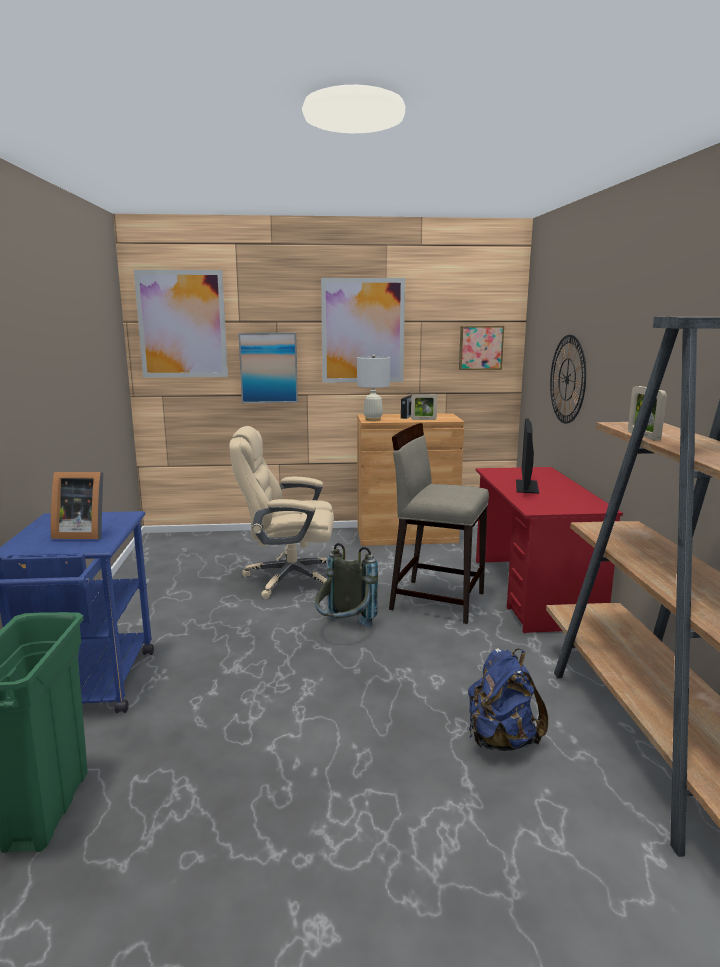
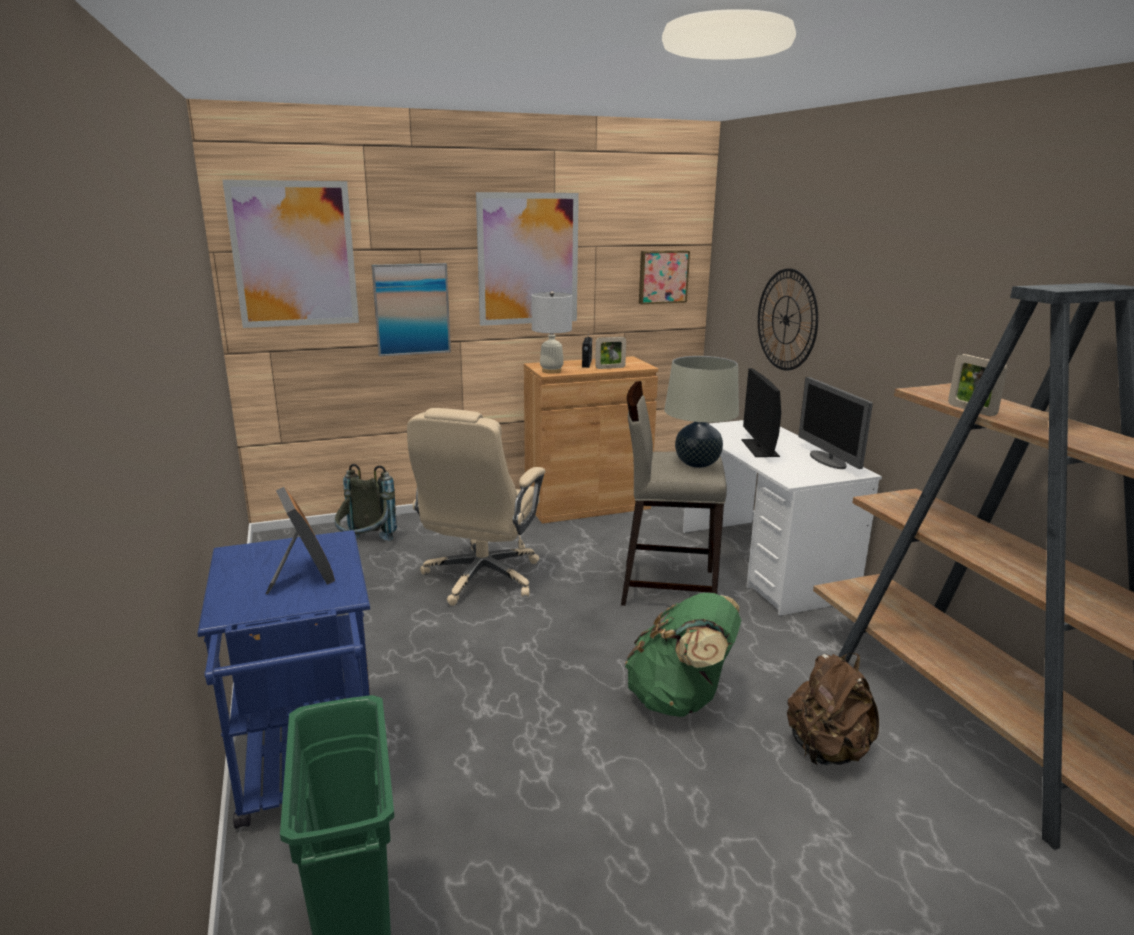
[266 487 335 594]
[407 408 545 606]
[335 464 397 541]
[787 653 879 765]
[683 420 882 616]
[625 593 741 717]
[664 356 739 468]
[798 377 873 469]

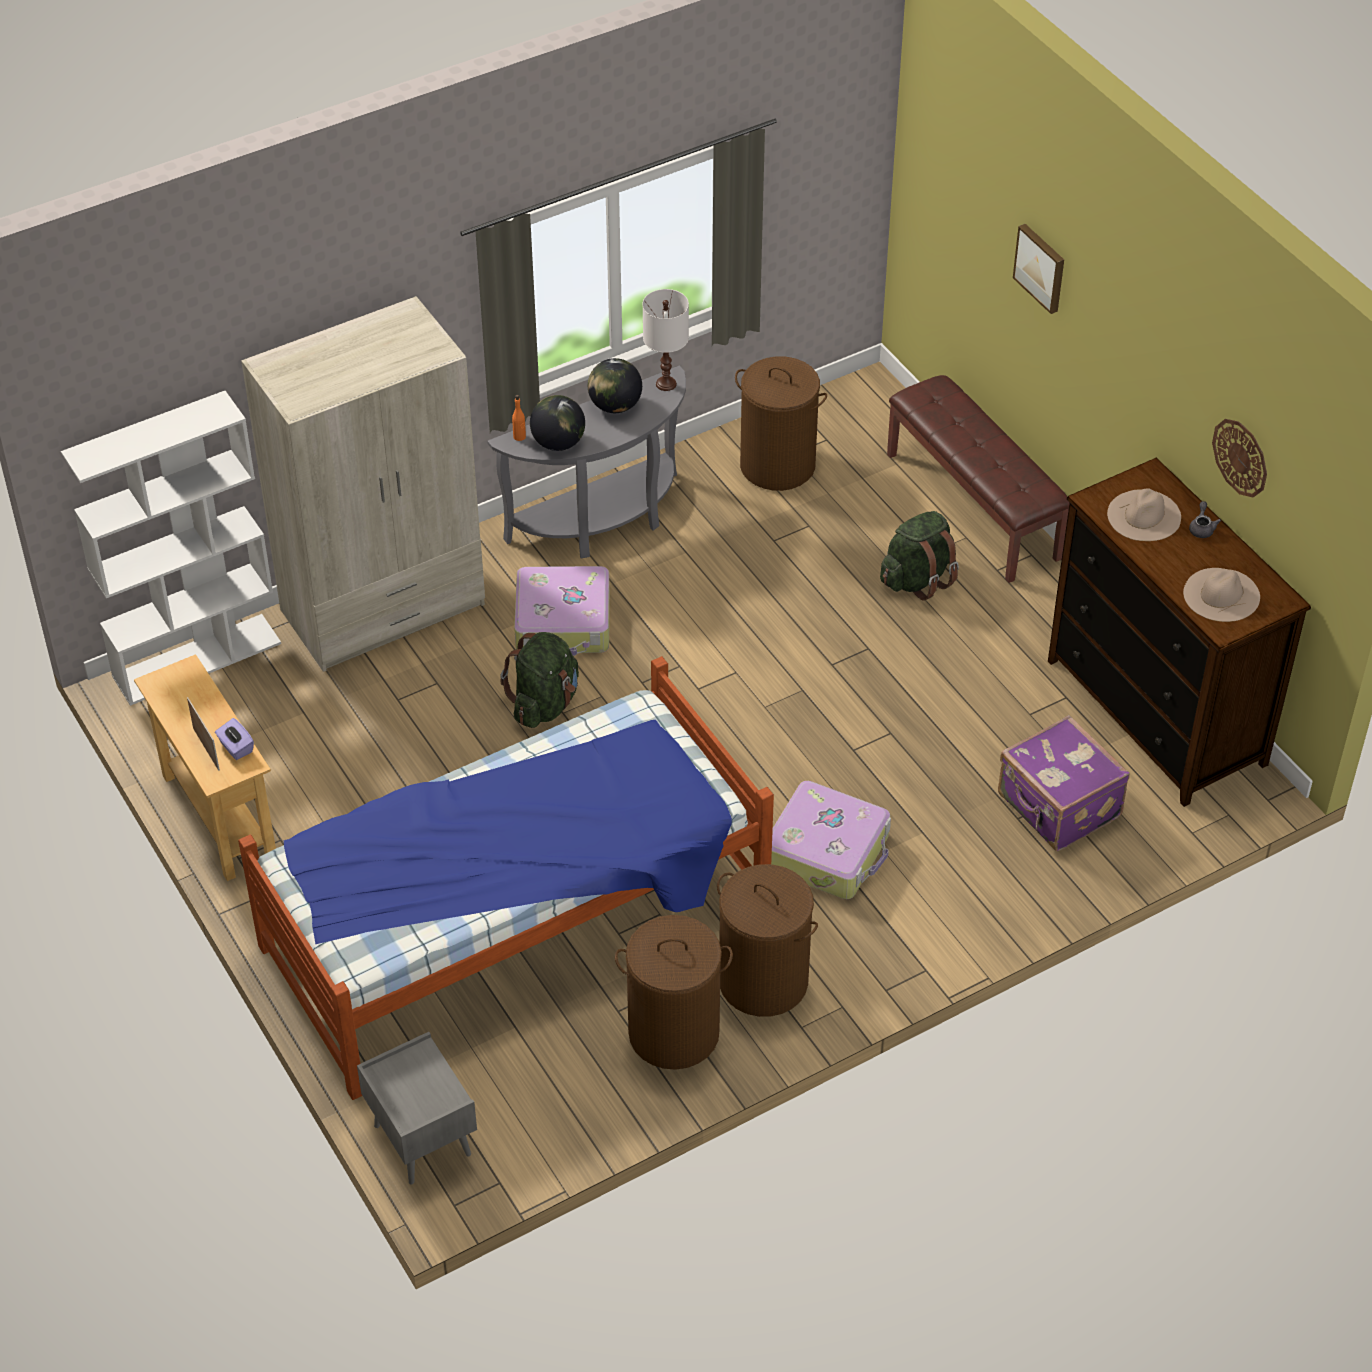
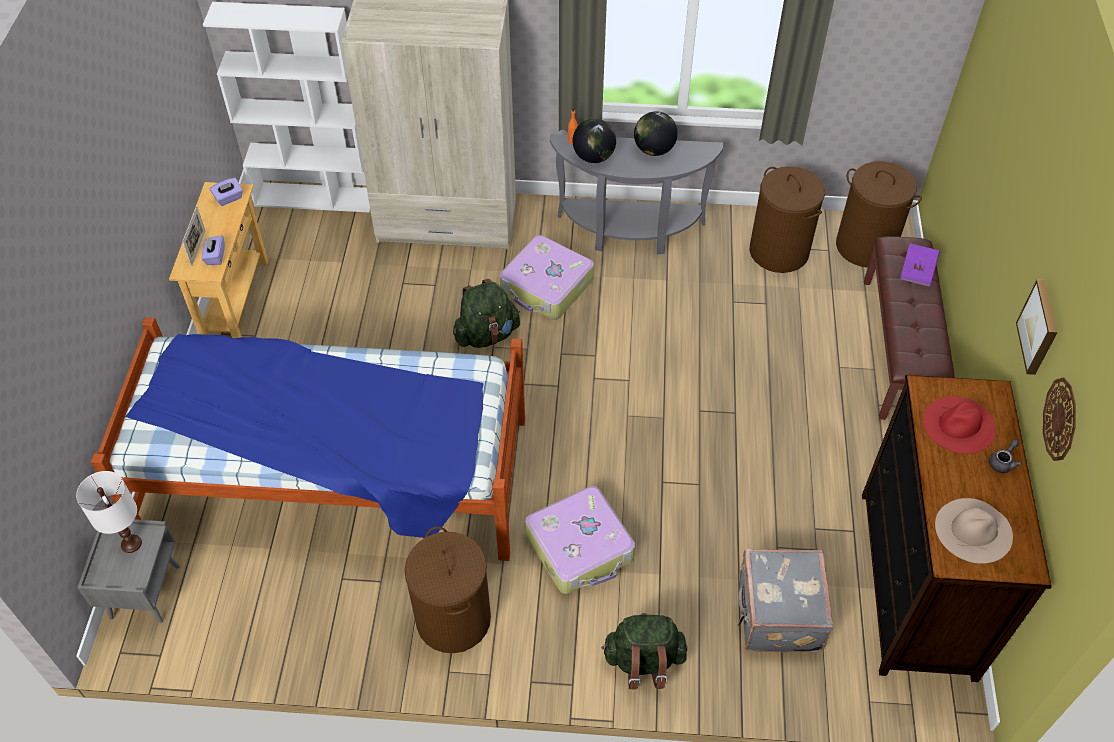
[836 161 922 267]
[76 471 142 553]
[602 613 688 690]
[737 549 833 653]
[1016 280 1058 375]
[923 396 996 454]
[210 178 243 206]
[900 243 940 287]

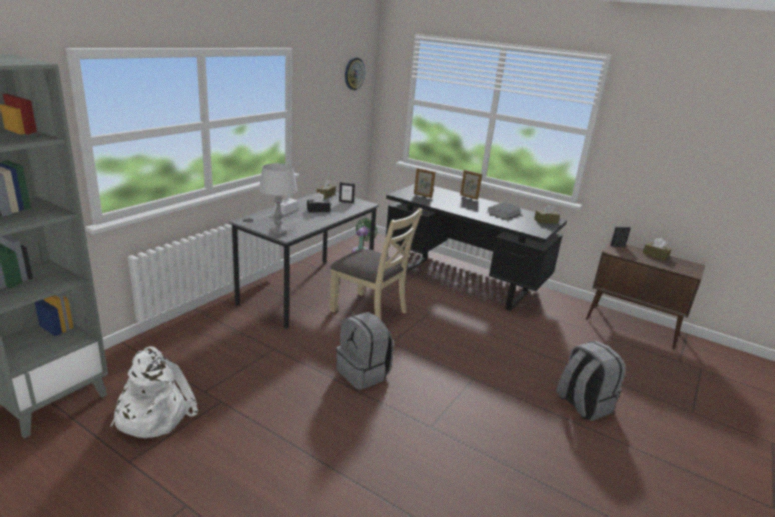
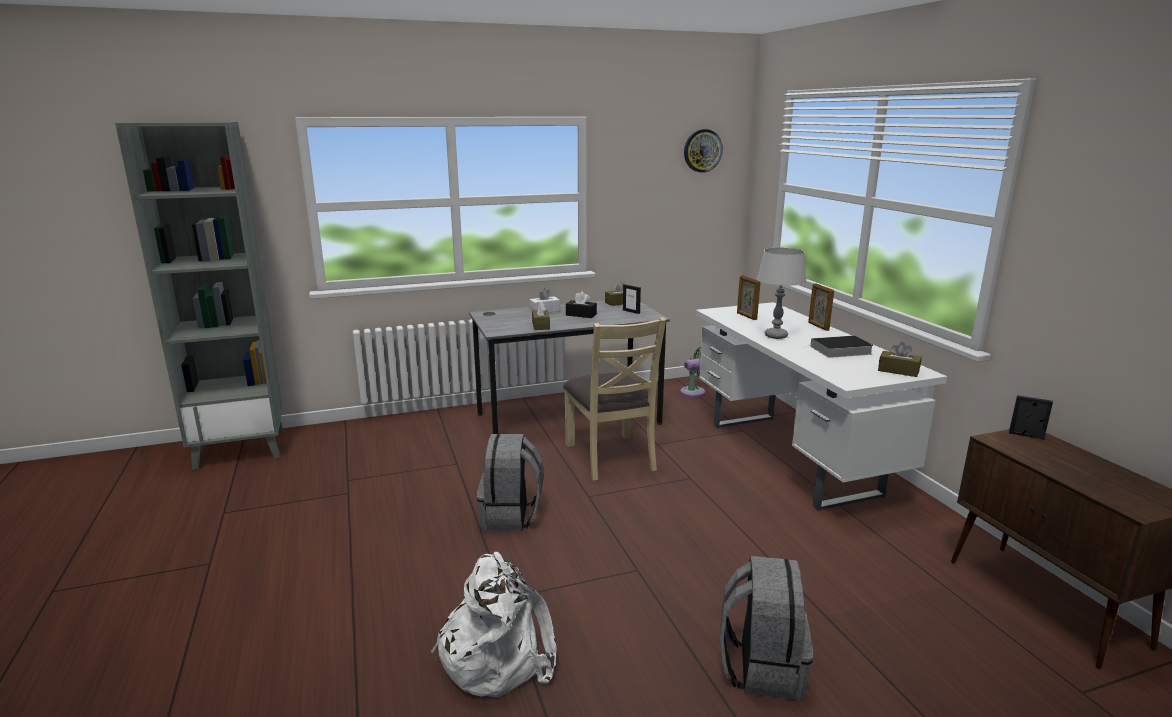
[431 552 557 697]
[757 248 807 339]
[696 302 947 511]
[532 301 550 330]

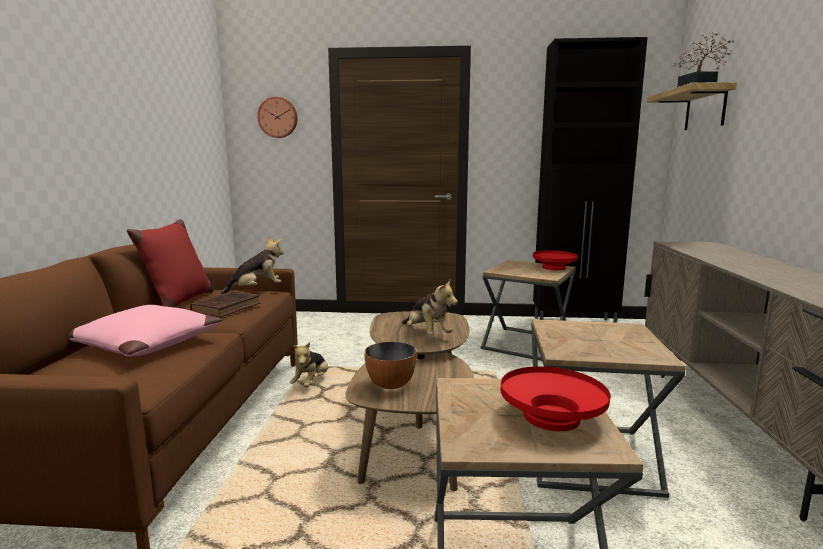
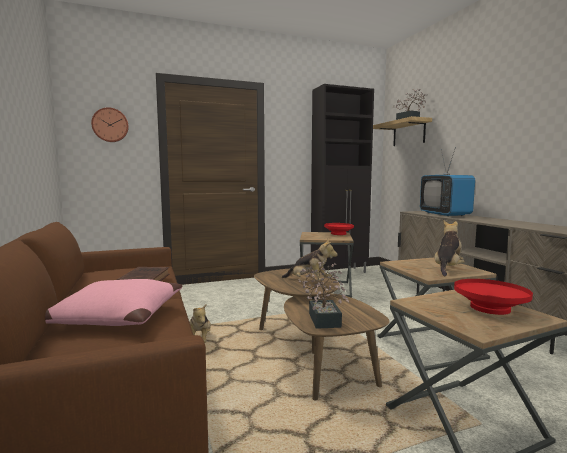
[127 219 214 308] (first image)
[434 220 465 276]
[298 261 349 329]
[420 147 475 217]

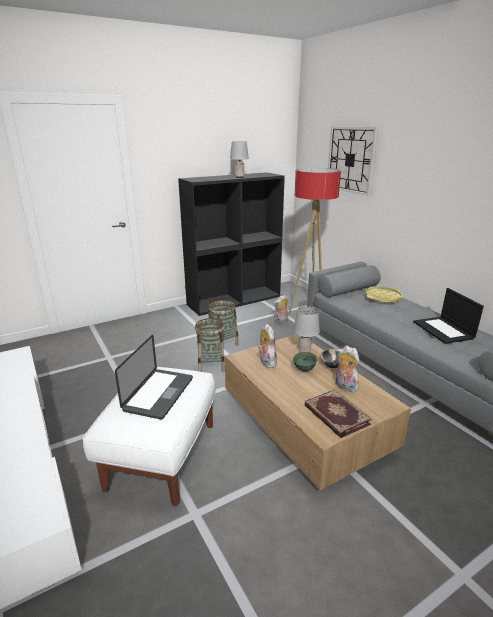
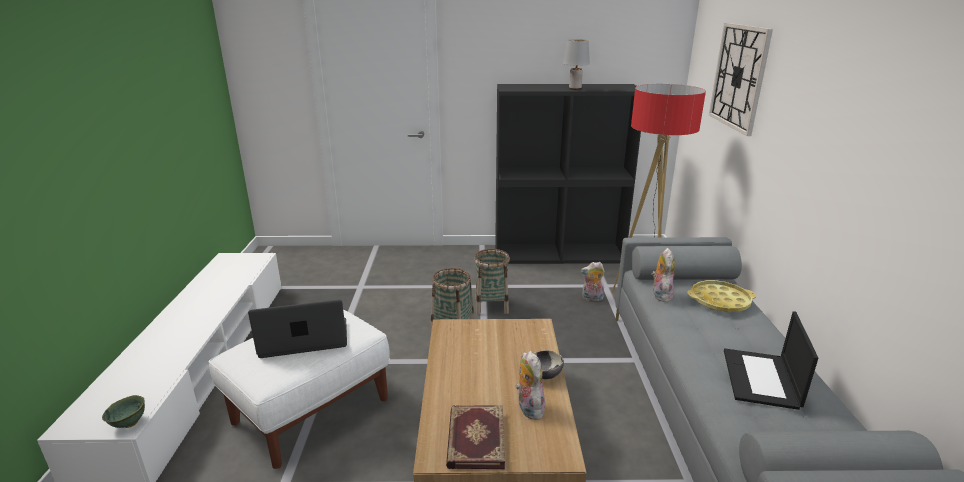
[248 300 347 358]
[652 248 675 302]
[293 306 320 353] (first image)
[102 395 145 428]

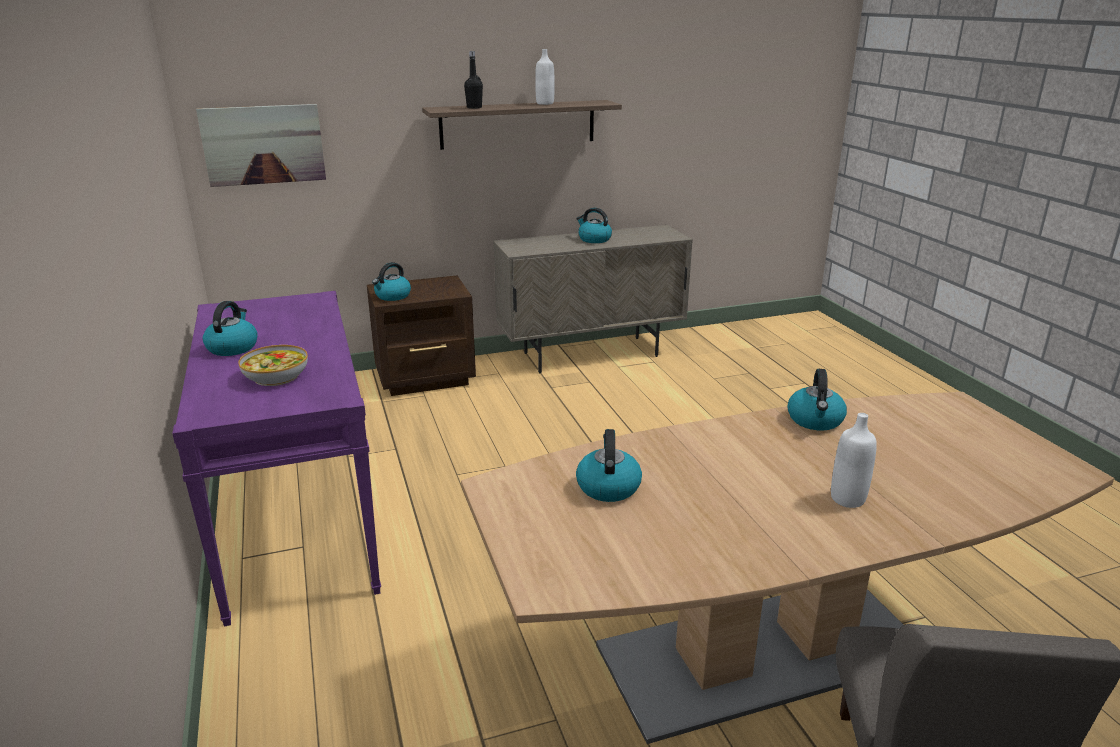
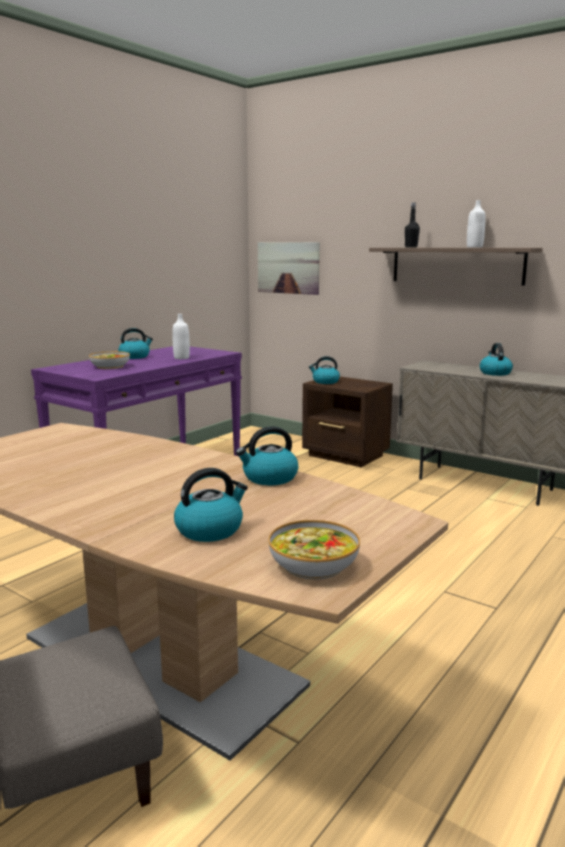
[174 468 248 542]
[172 314 190 359]
[268 520 360 580]

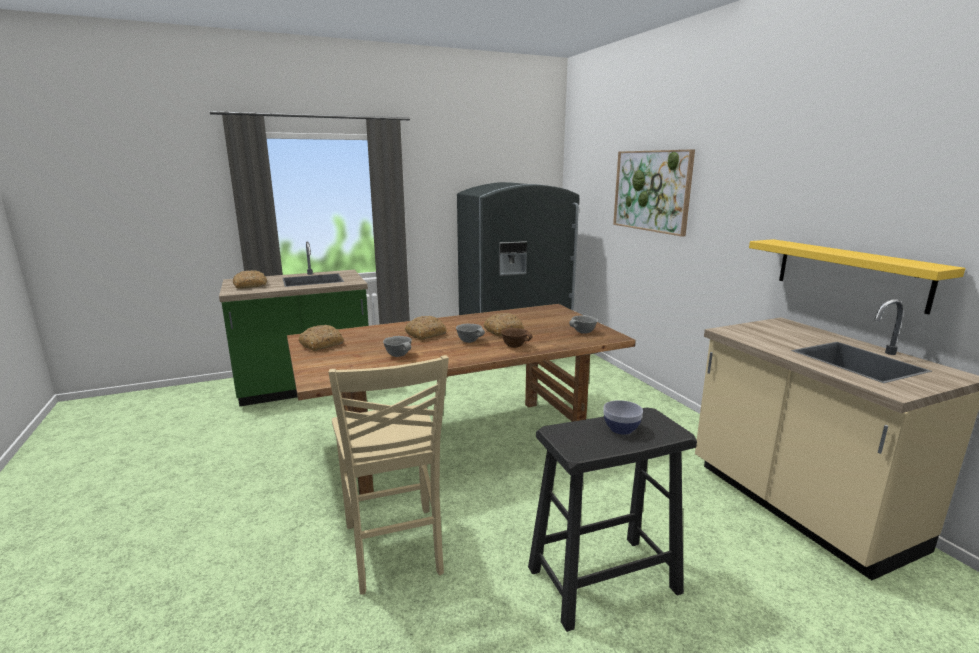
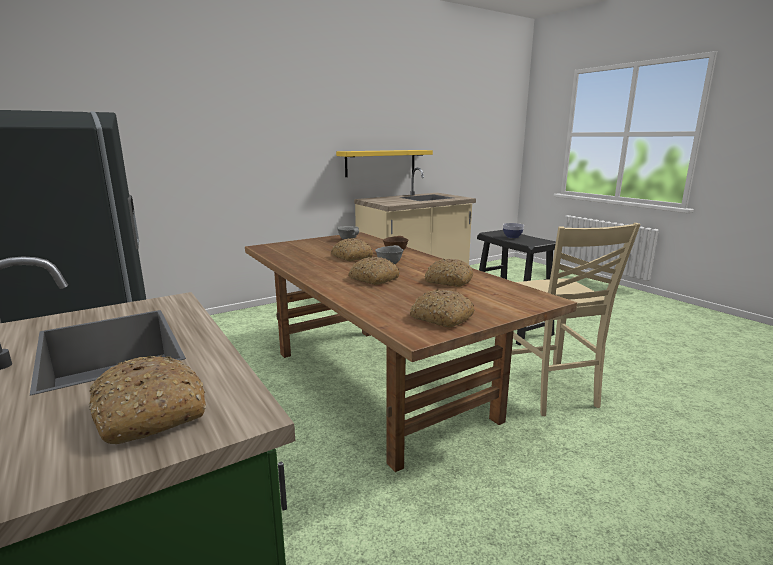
[512 223 640 416]
[425 259 474 287]
[613 149 695 237] (first image)

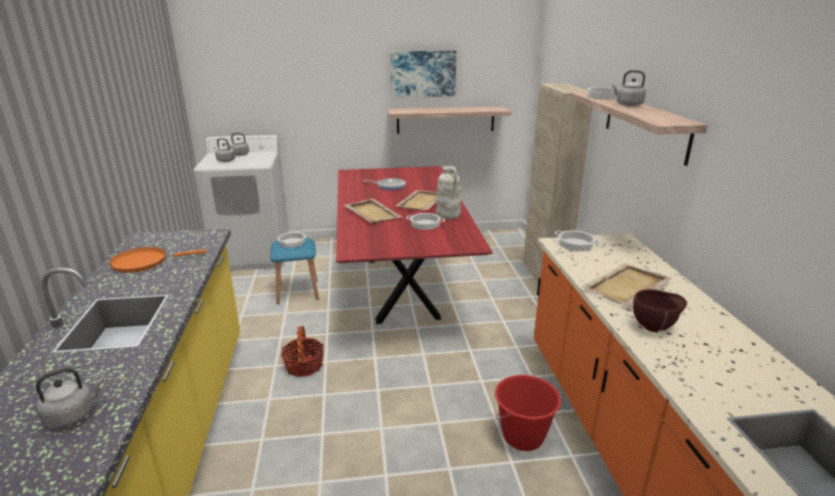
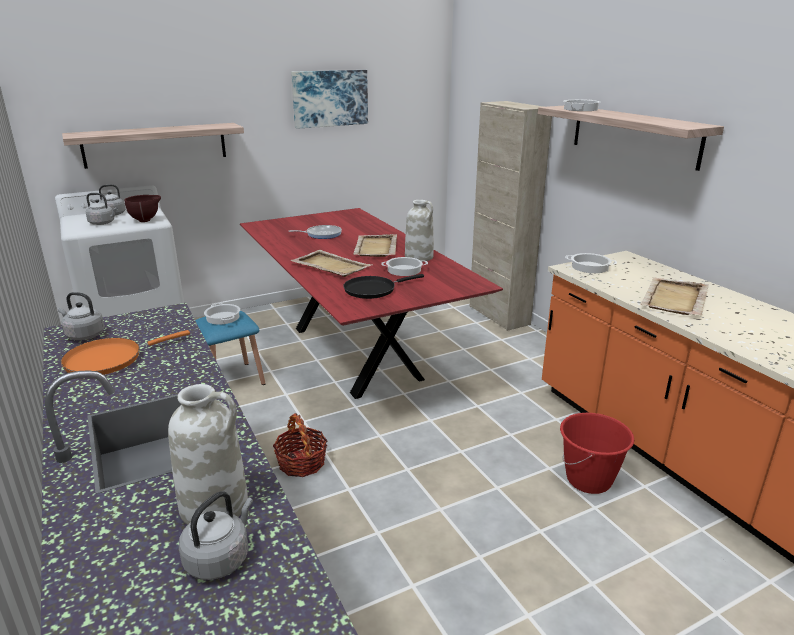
[62 123 244 169]
[58 292 105 340]
[124 195 161 222]
[168 384 248 525]
[344 274 424 299]

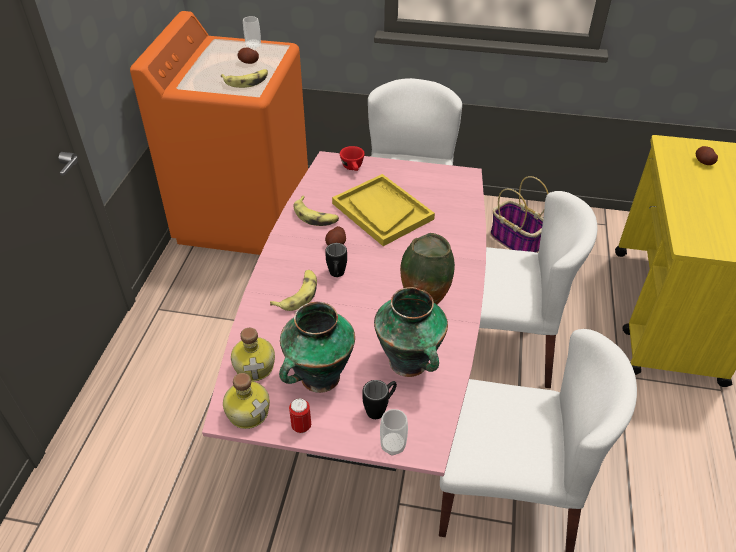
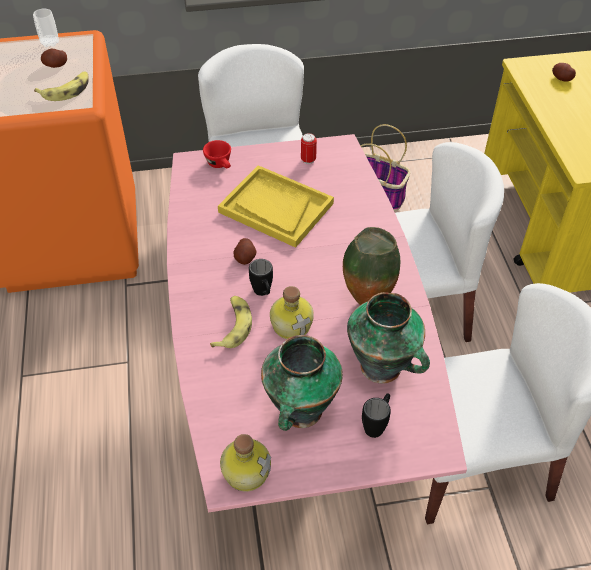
[270 286 314 339]
[301 133 317 164]
[294 196 339 226] (first image)
[380 409 408 456] (first image)

